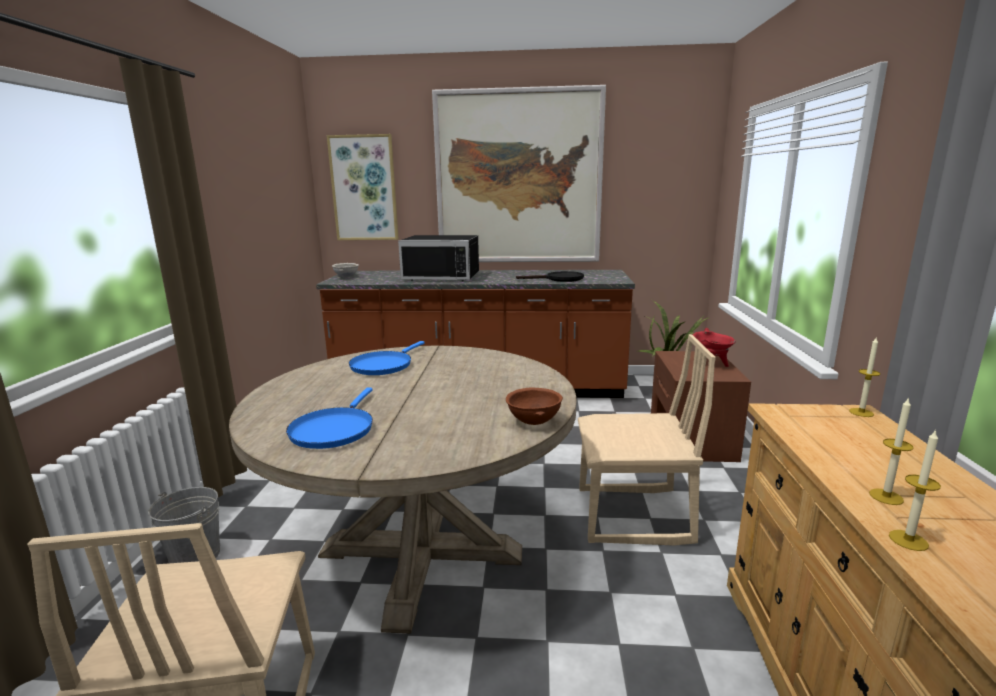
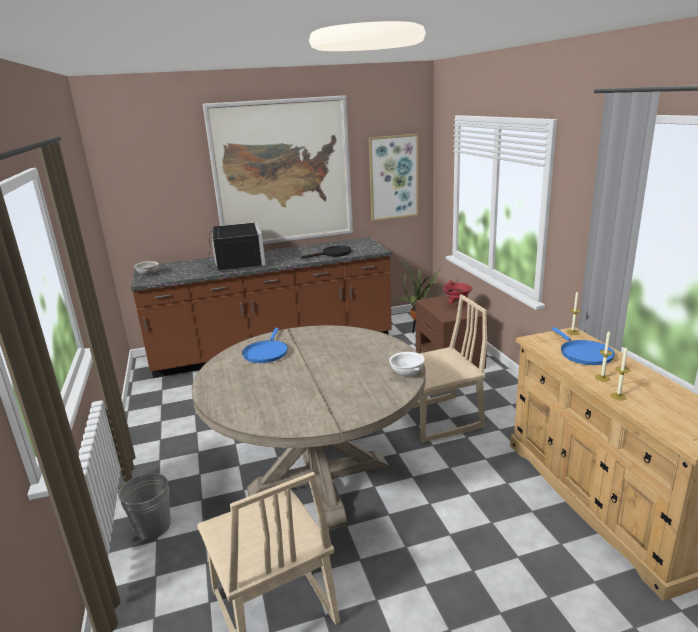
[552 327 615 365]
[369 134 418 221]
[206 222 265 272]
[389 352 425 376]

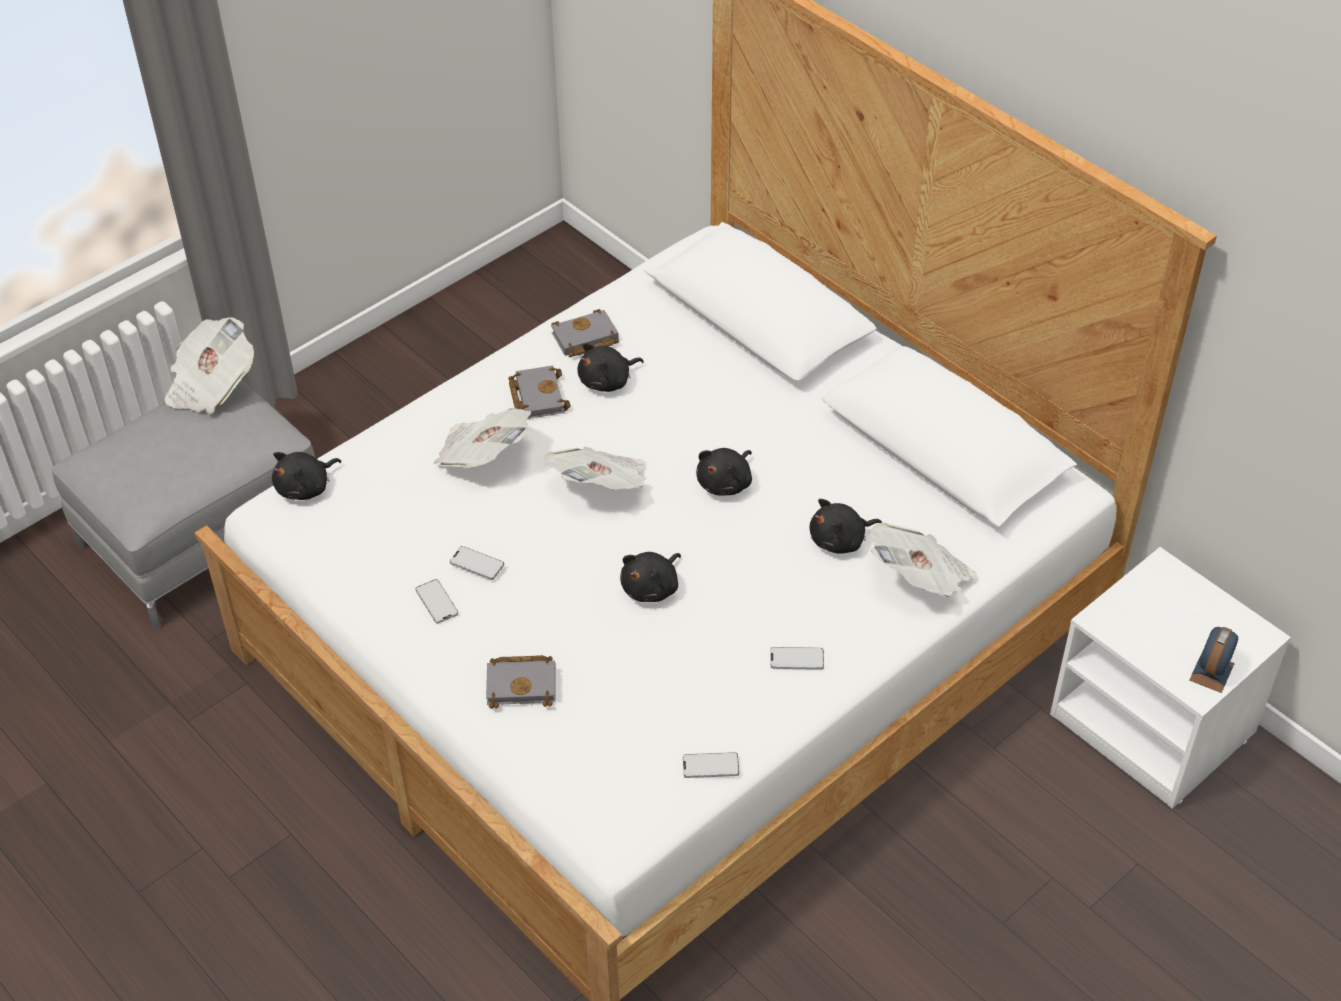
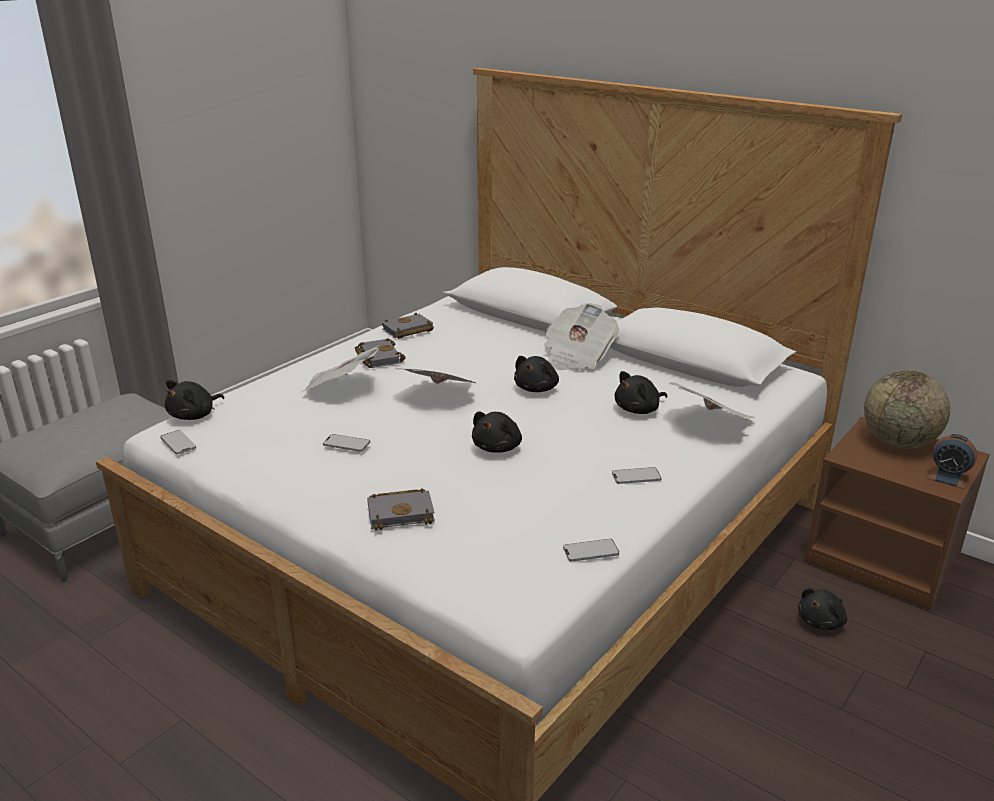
[544 303 619 370]
[160 430 196 454]
[798 588 847 630]
[804 417 990 610]
[928 434 977 489]
[864 370 950 449]

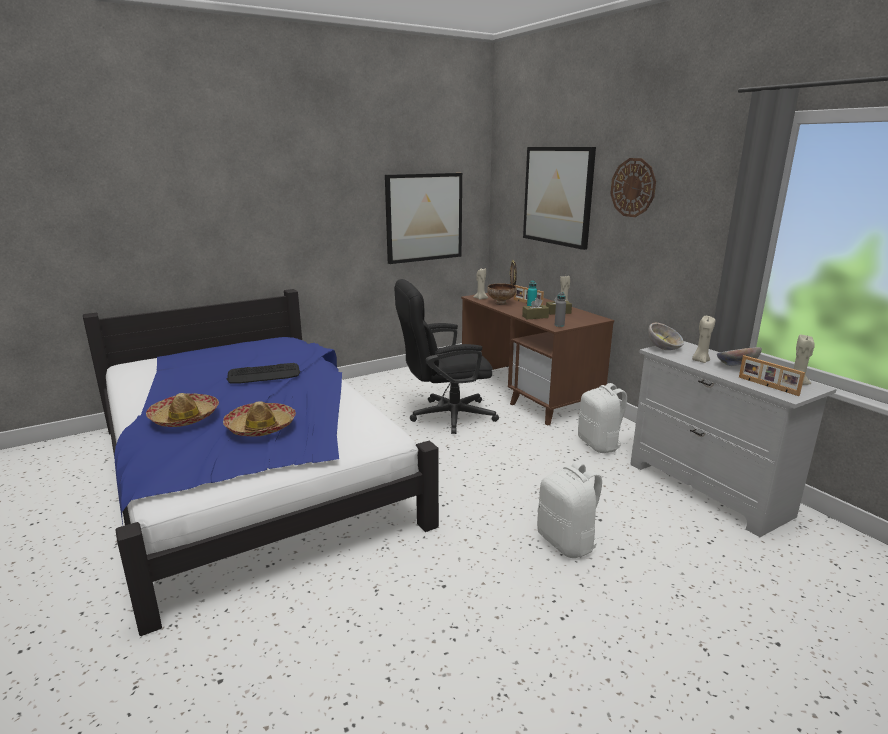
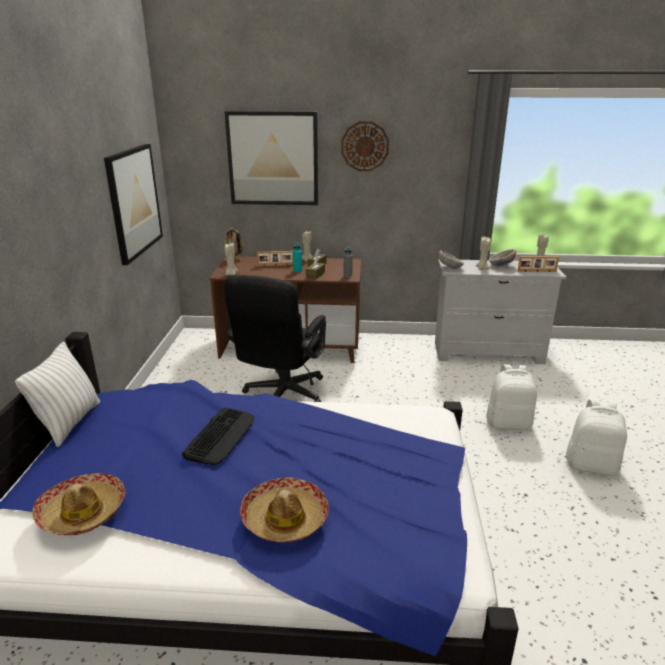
[32 473 126 535]
[487 283 516 305] (first image)
[566 399 627 476]
[15 342 100 447]

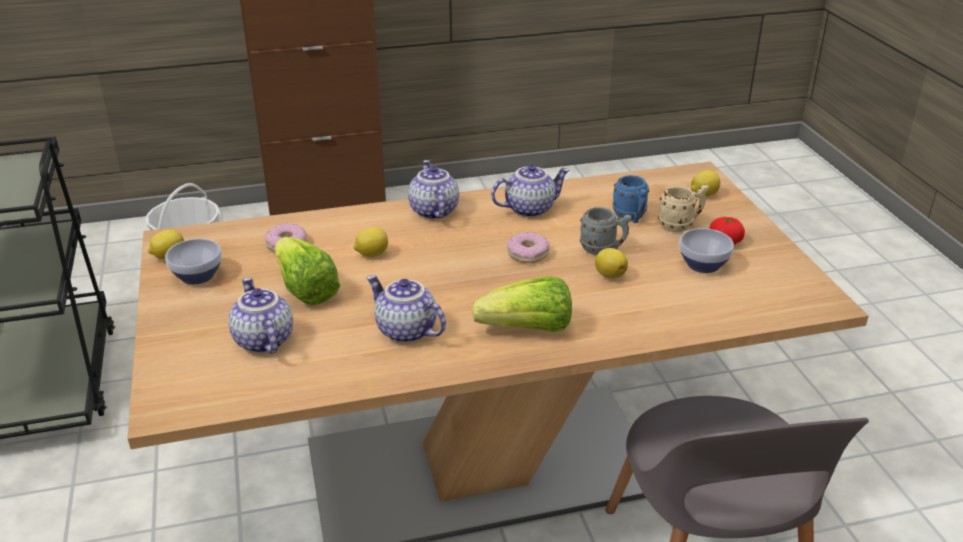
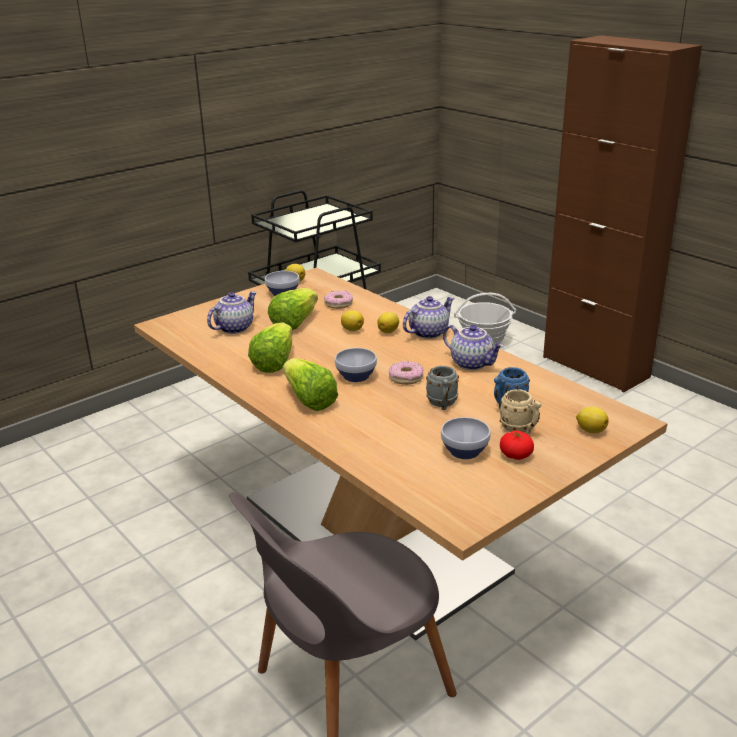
[248 323 292 373]
[377 312 399 333]
[335 348 377 382]

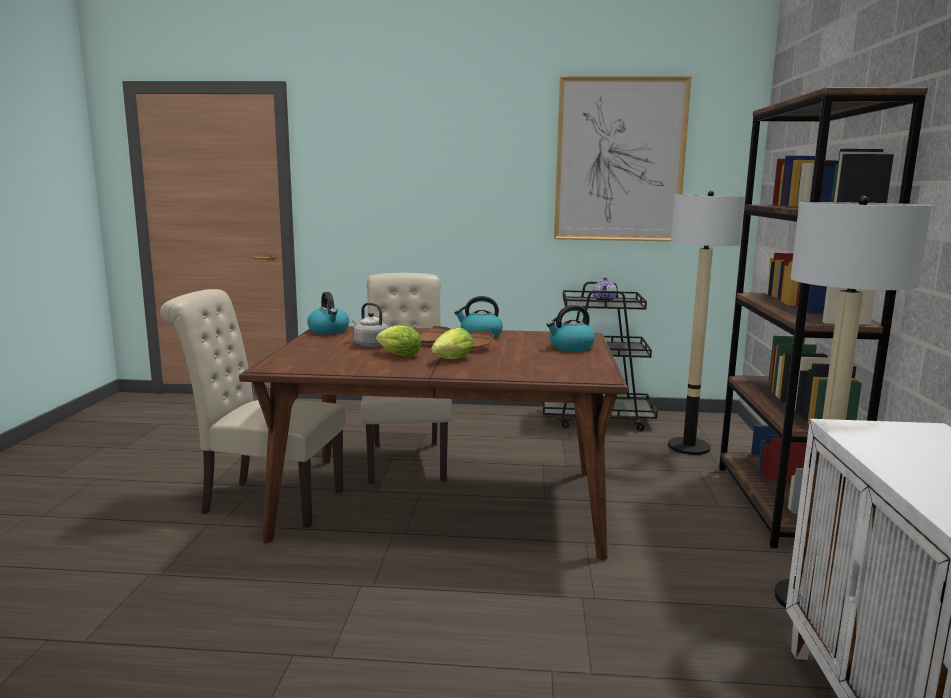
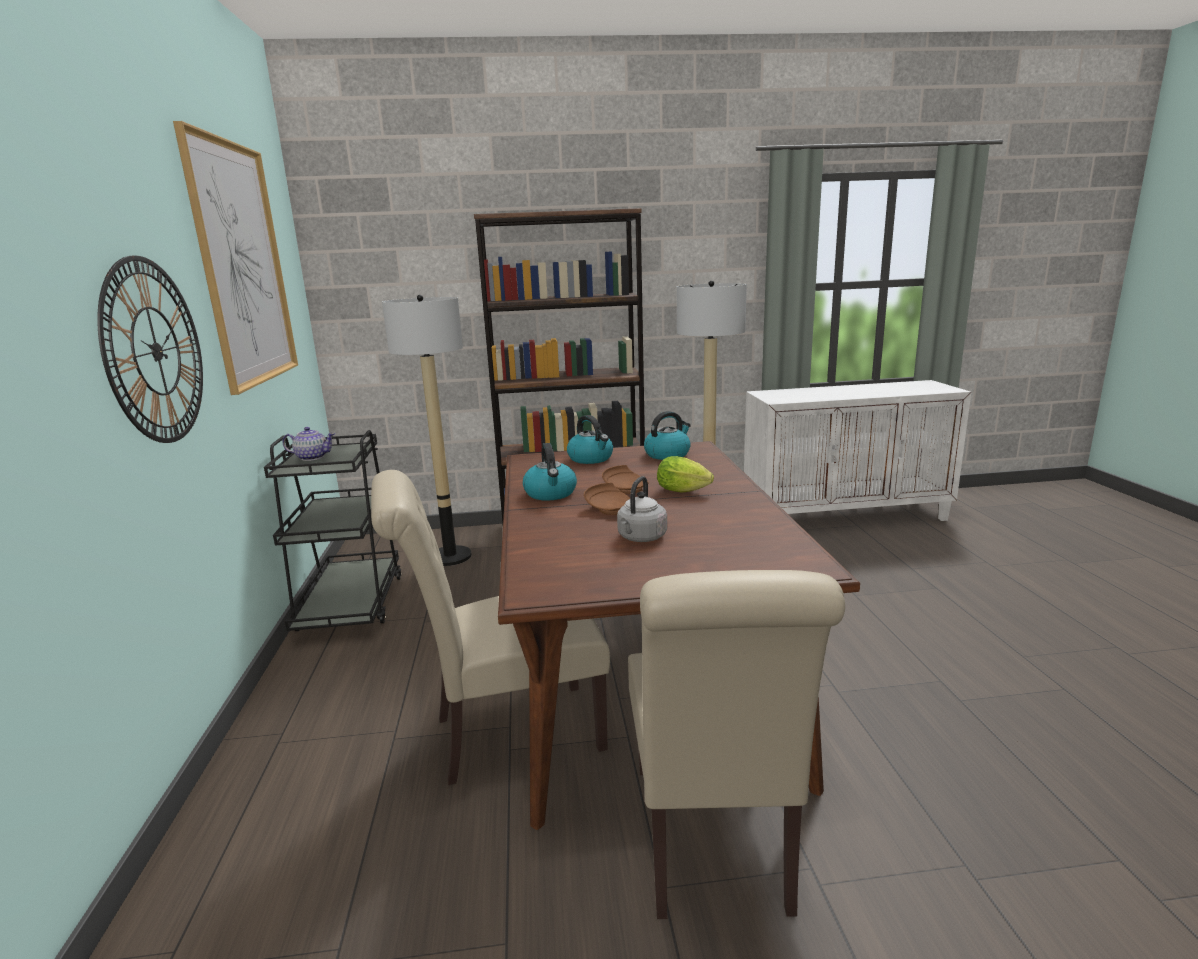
[644 411 691 460]
[376 325 421 357] (first image)
[97 255 203 443]

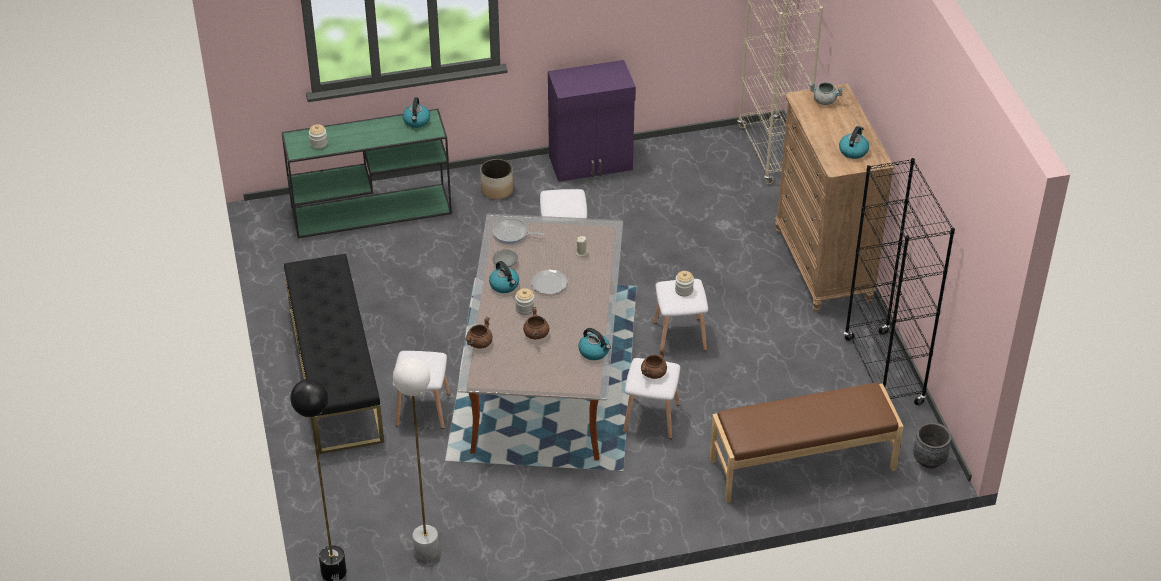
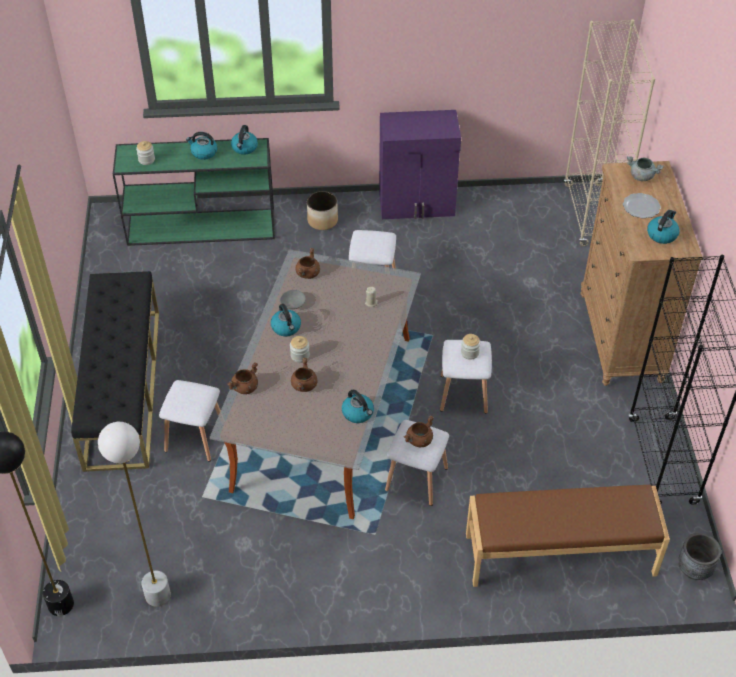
[296 248 320 279]
[623 193 661 218]
[186 132 218 160]

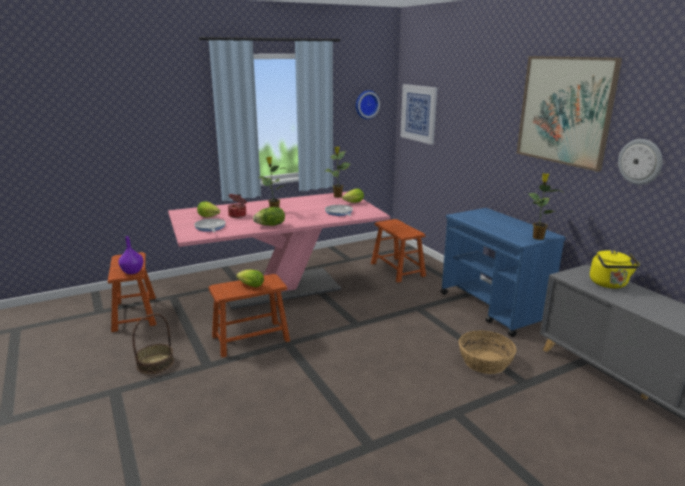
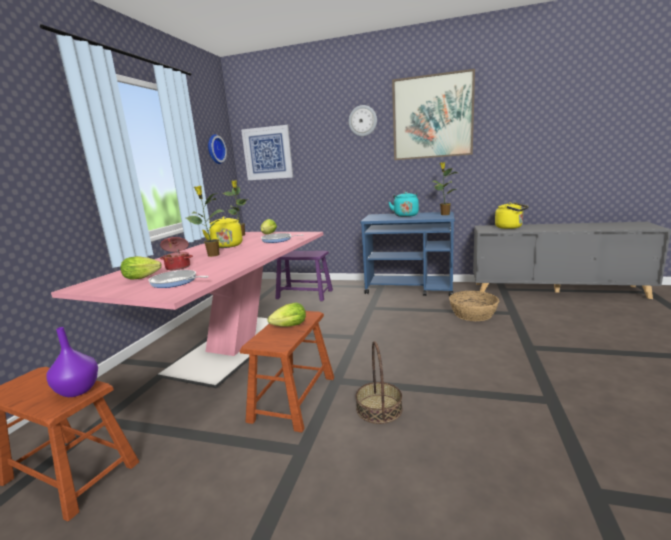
[356 341 403 424]
[253 207 285 226] (first image)
[275 251 333 301]
[348 105 377 136]
[202 216 243 248]
[389 192 419 217]

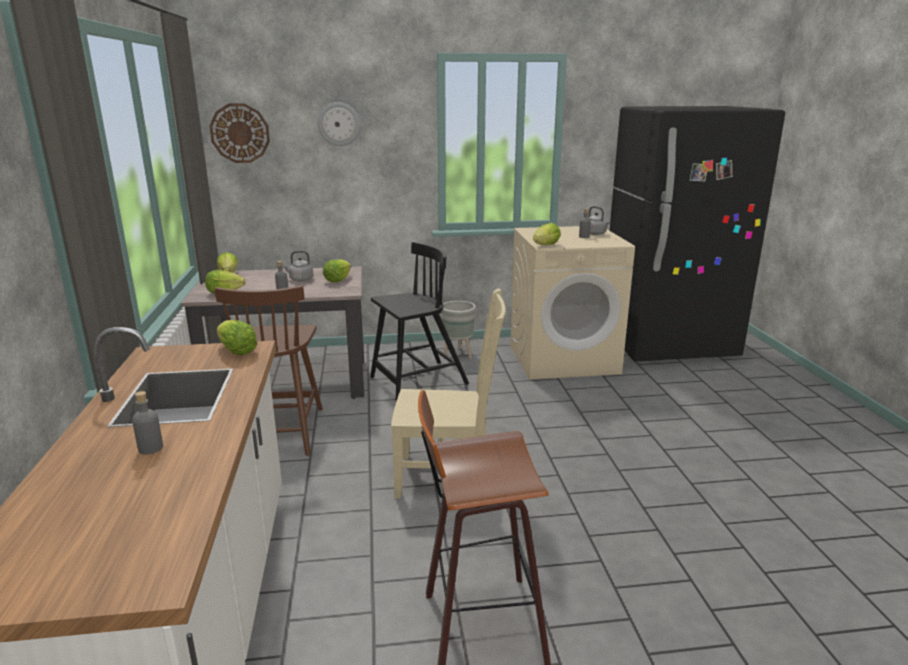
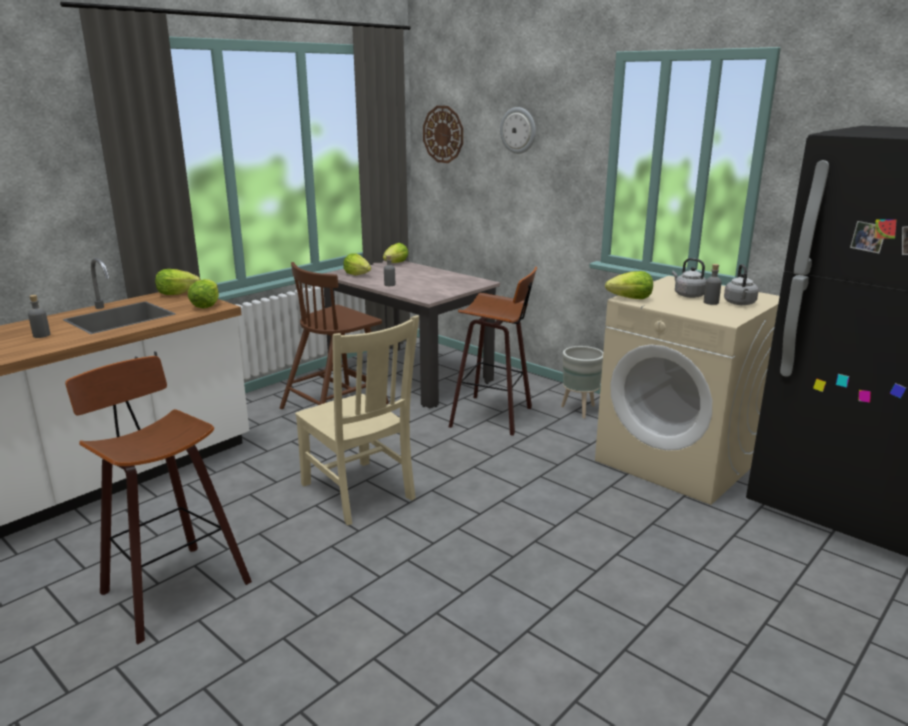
[672 258 706 298]
[155 269 201 295]
[449 267 537 436]

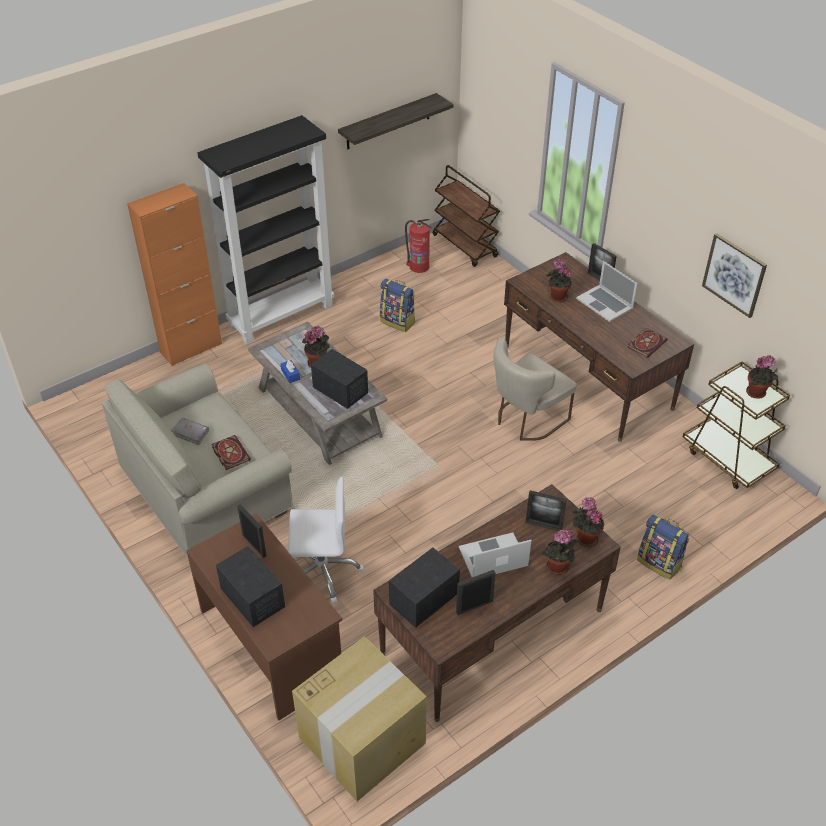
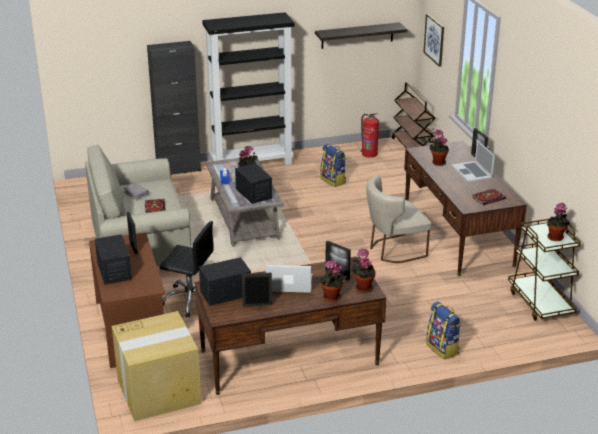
[147 41 201 175]
[160 221 214 318]
[423 14 444 67]

